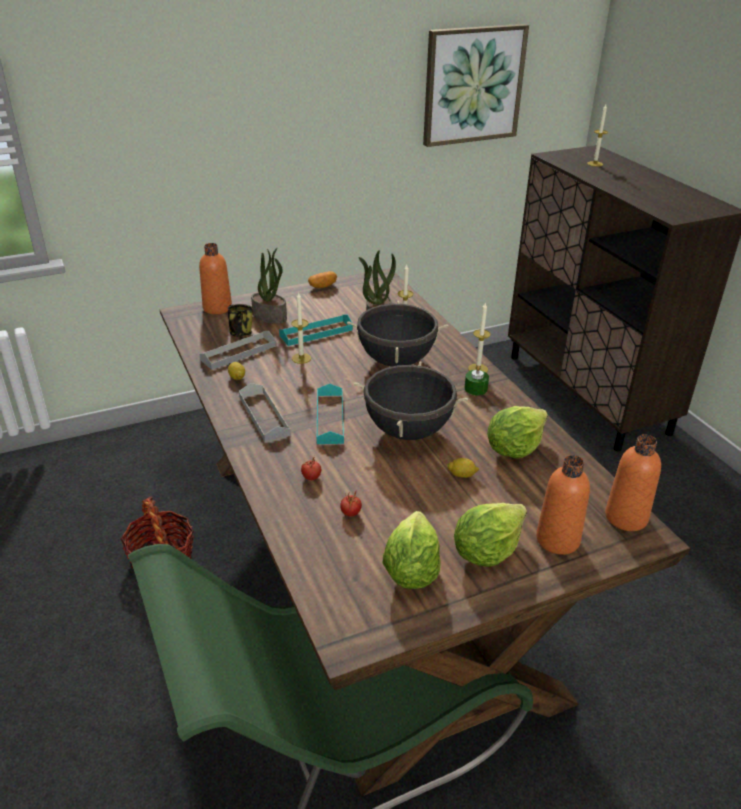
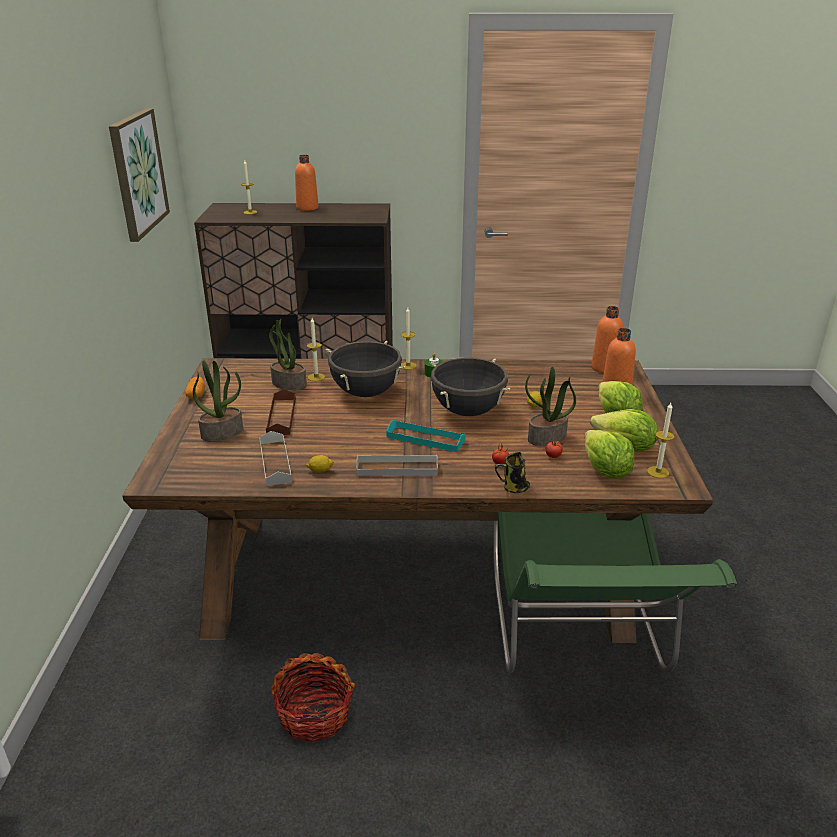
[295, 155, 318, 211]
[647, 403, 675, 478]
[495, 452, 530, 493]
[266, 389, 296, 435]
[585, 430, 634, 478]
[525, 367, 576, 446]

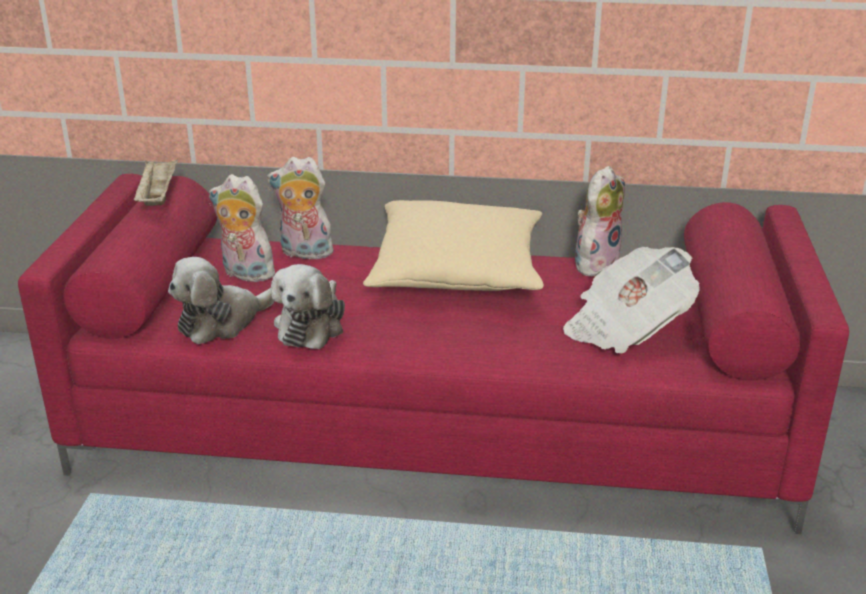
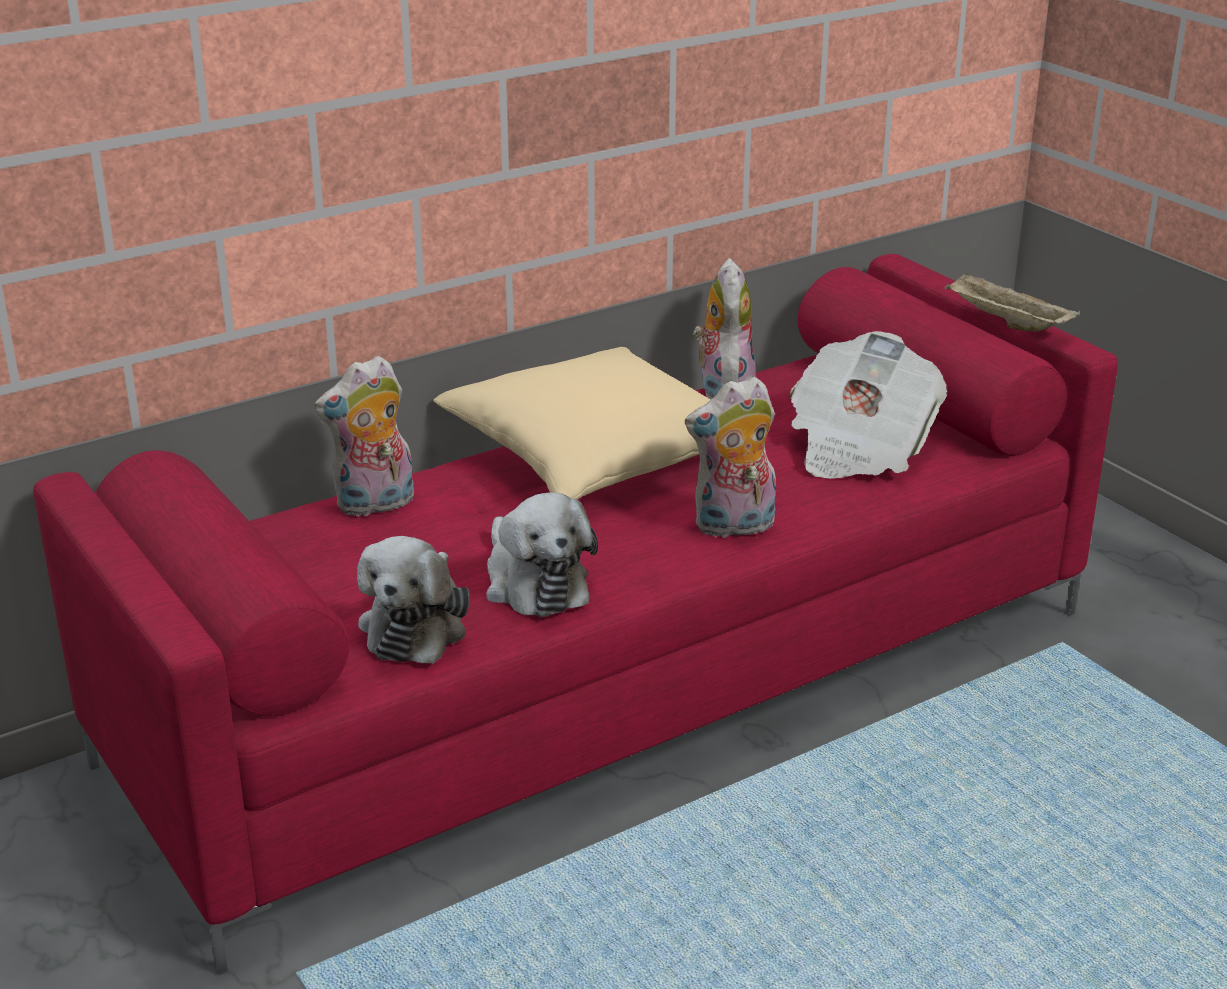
[945, 272, 1080, 332]
[685, 376, 776, 538]

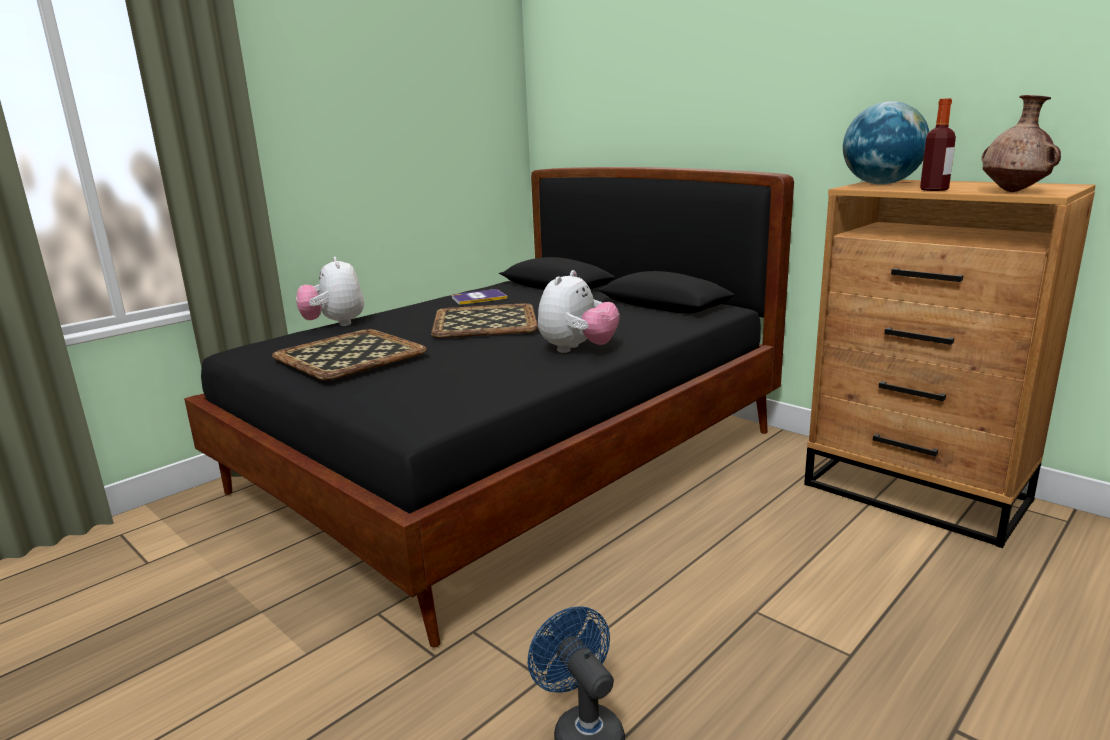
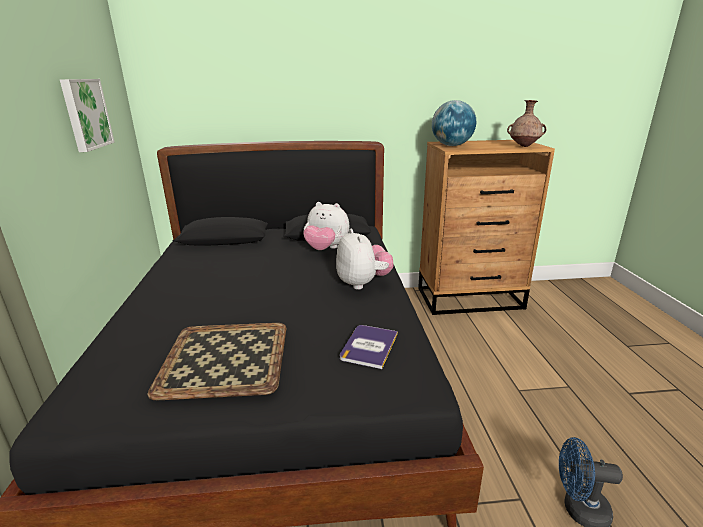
[920, 98, 956, 191] (first image)
[303, 202, 349, 250]
[340, 325, 398, 369]
[431, 303, 538, 338] (first image)
[60, 79, 114, 152]

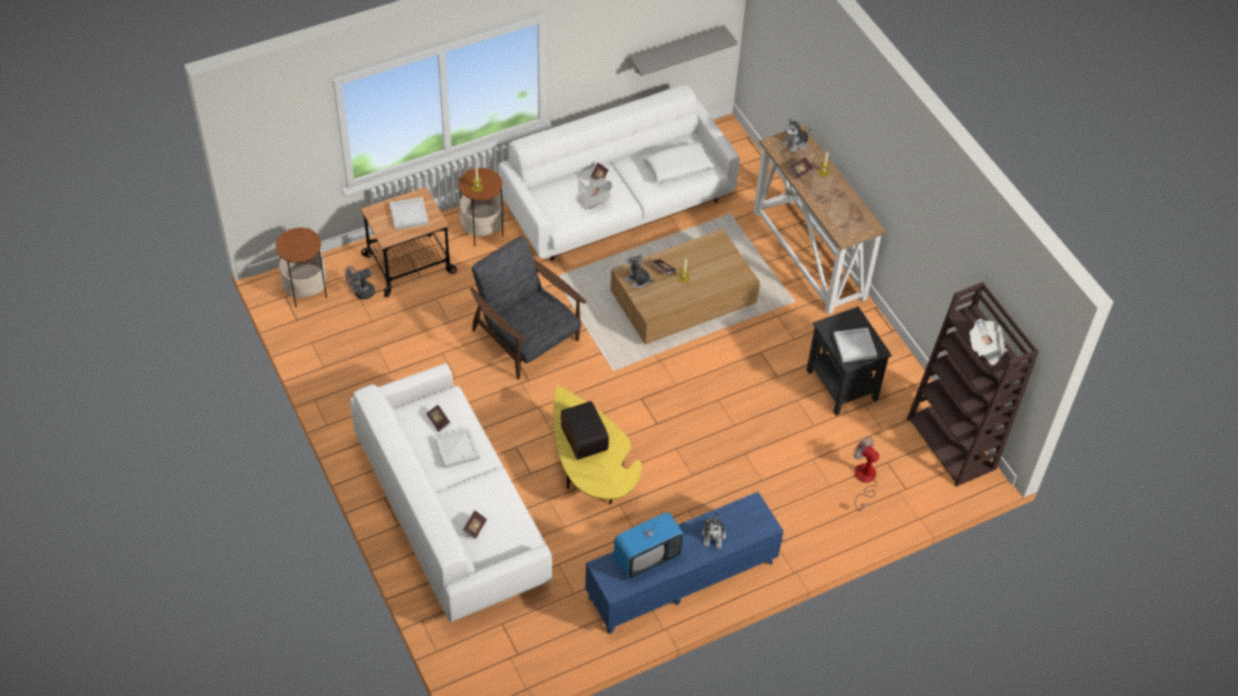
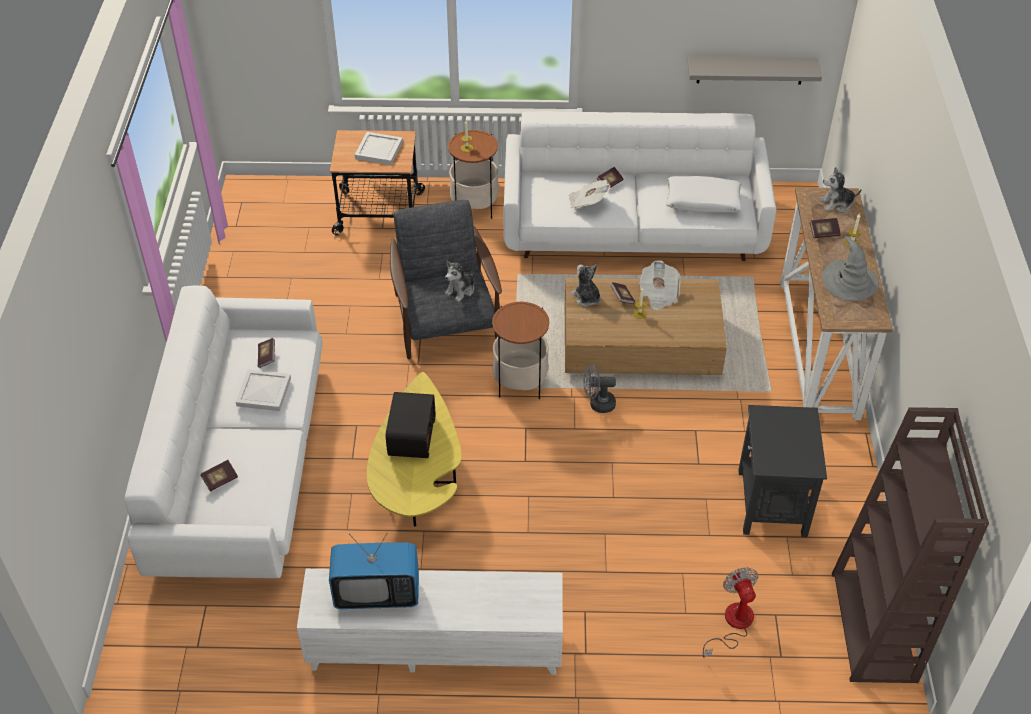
[492, 302, 549, 399]
[583, 365, 616, 413]
[639, 260, 681, 310]
[834, 328, 877, 362] (first image)
[297, 569, 563, 675]
[445, 261, 474, 302]
[822, 236, 879, 301]

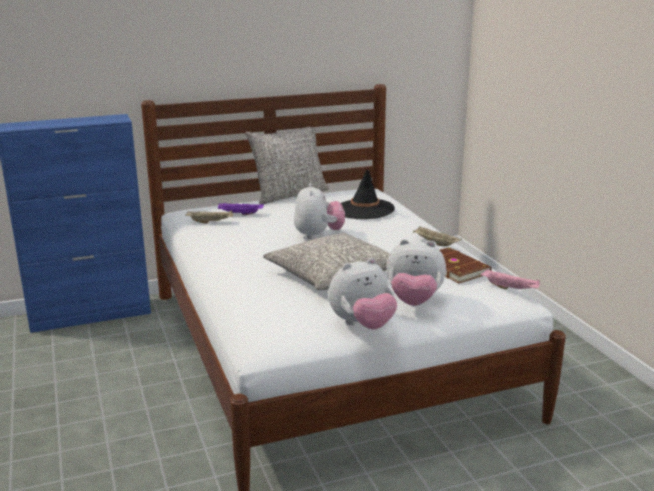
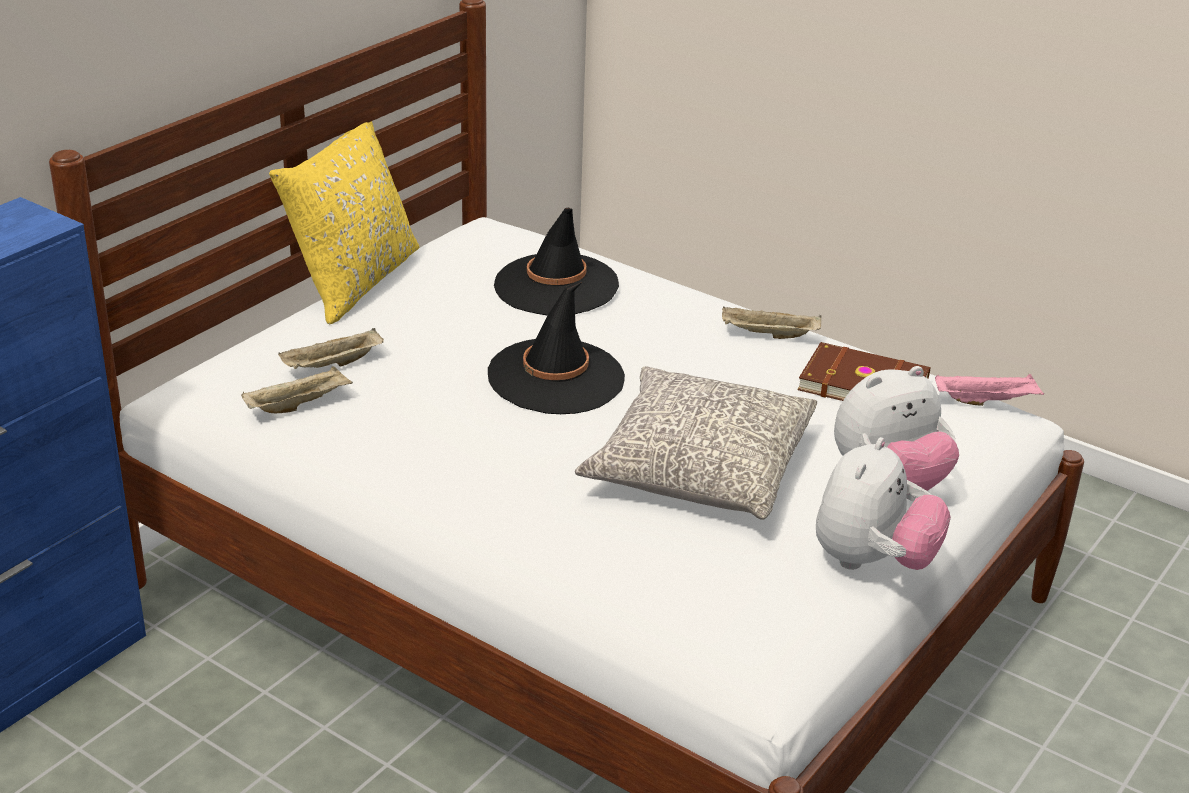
[269, 121, 419, 324]
[488, 282, 625, 414]
[278, 328, 384, 369]

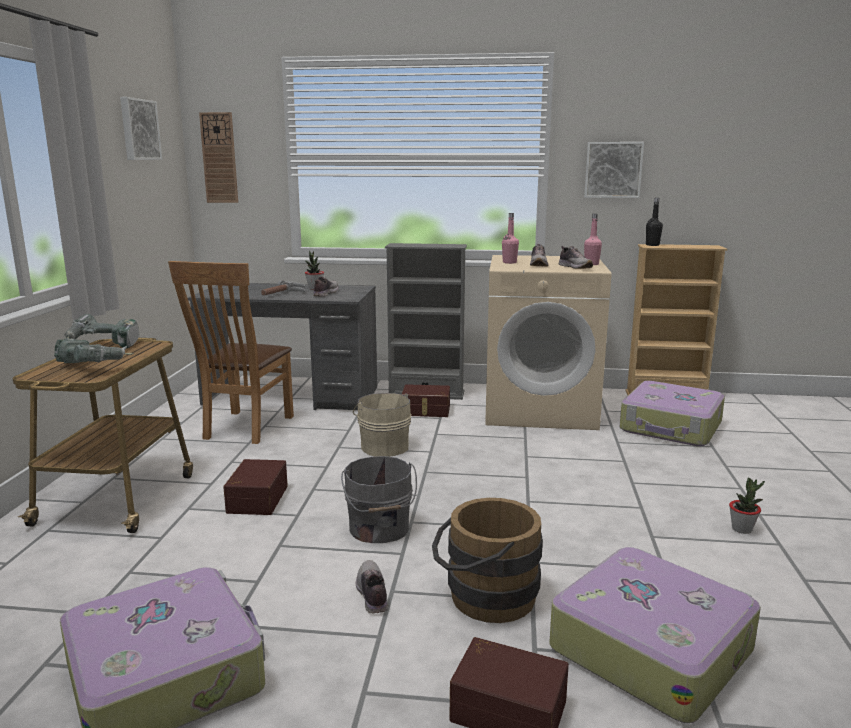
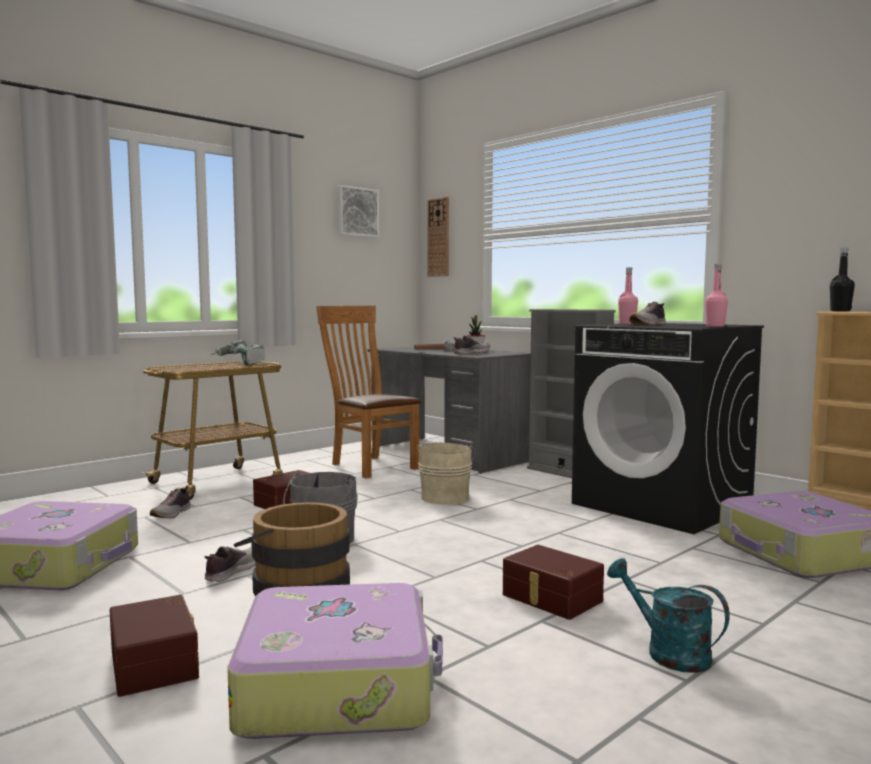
[584, 142, 644, 198] (first image)
[150, 486, 191, 518]
[572, 323, 764, 534]
[316, 306, 422, 478]
[54, 338, 134, 363] (first image)
[503, 545, 604, 620]
[607, 558, 730, 673]

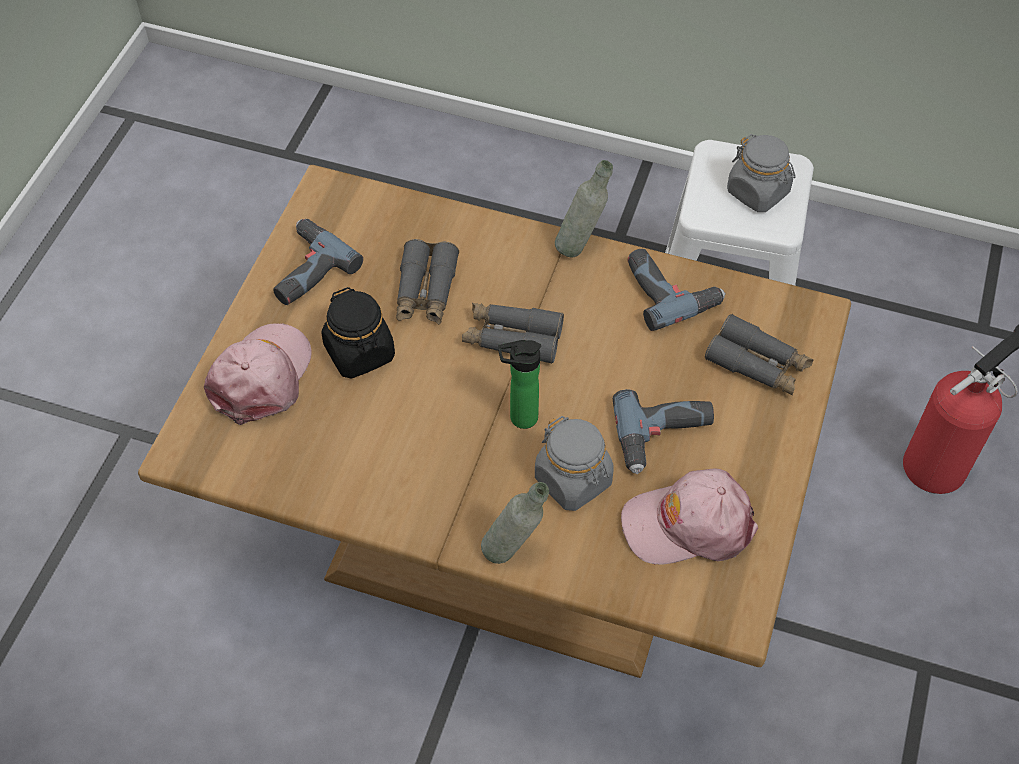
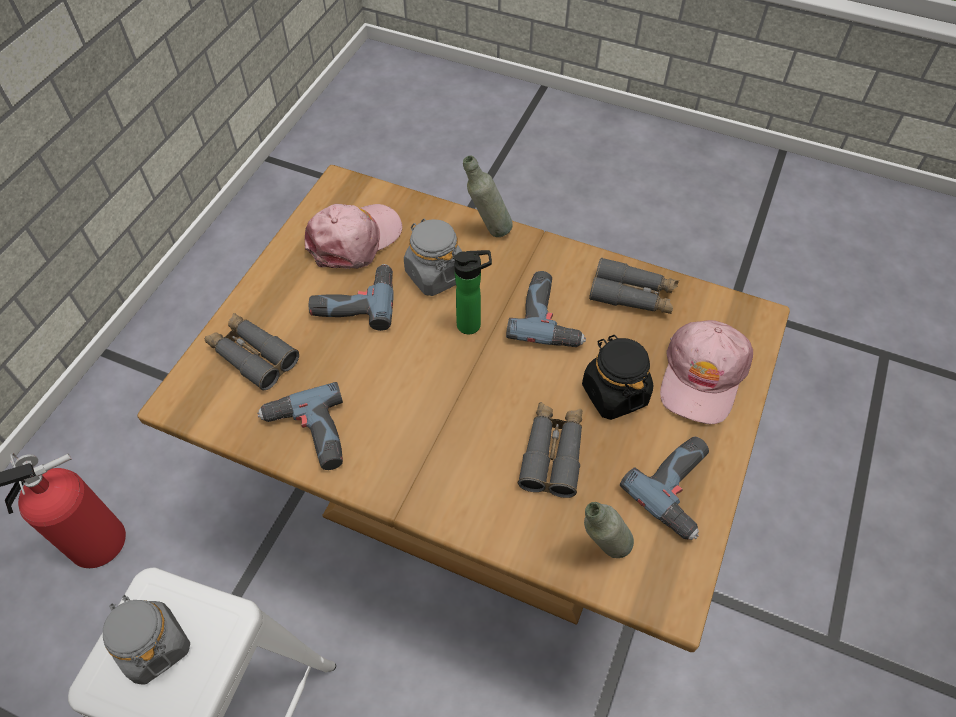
[584, 502, 634, 558]
[589, 258, 679, 314]
[305, 204, 402, 269]
[506, 271, 586, 347]

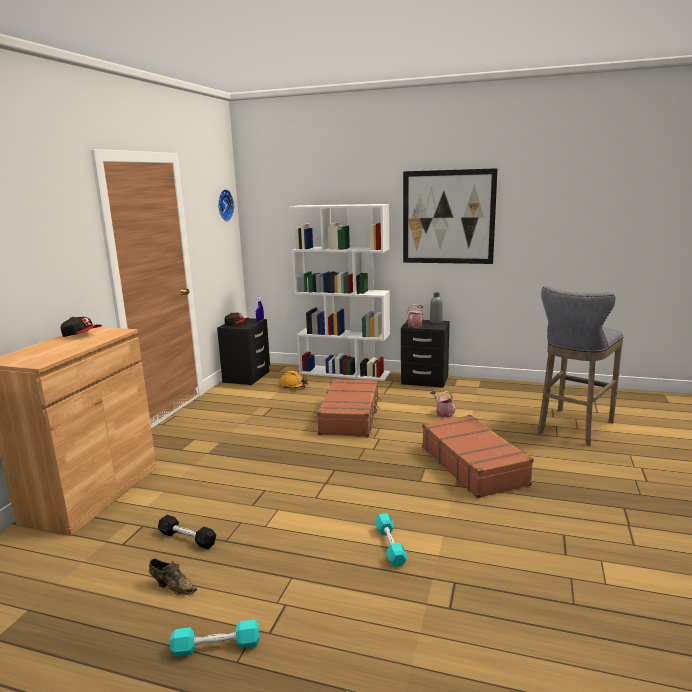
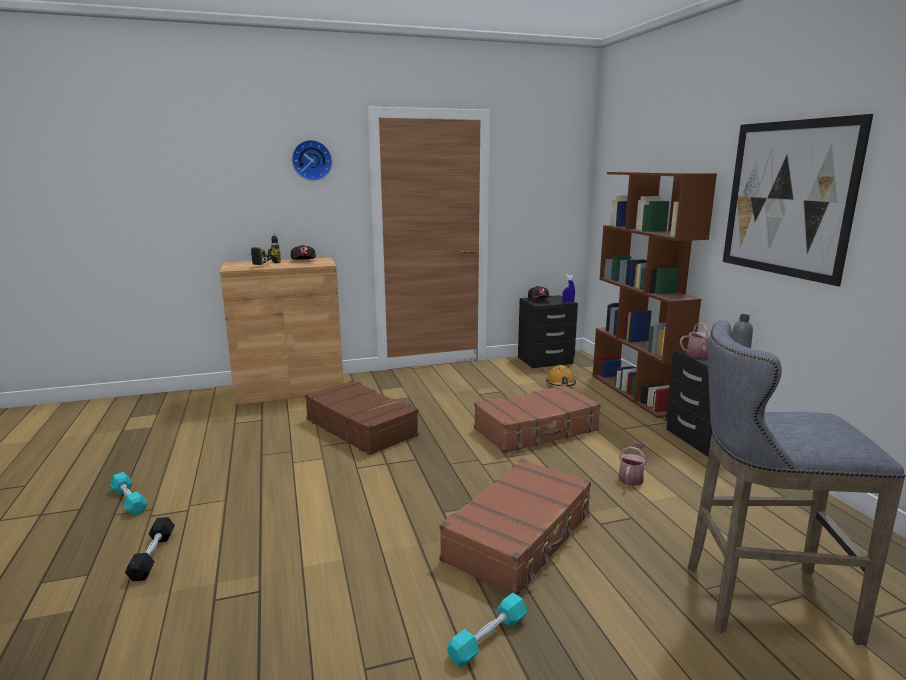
[292, 140, 332, 181]
[593, 172, 717, 418]
[447, 593, 527, 667]
[125, 517, 175, 581]
[149, 558, 197, 595] (first image)
[250, 233, 281, 265]
[305, 380, 419, 455]

